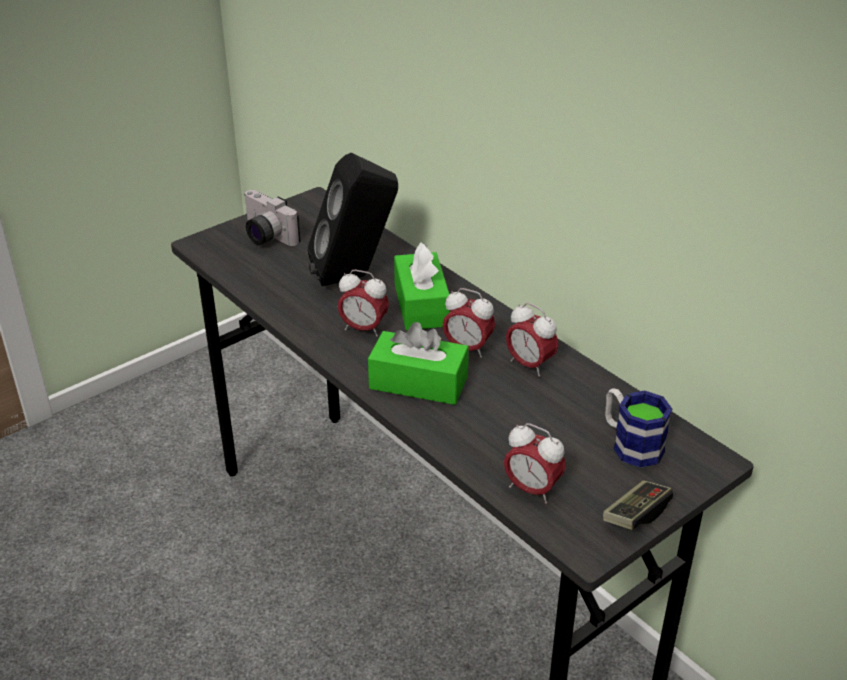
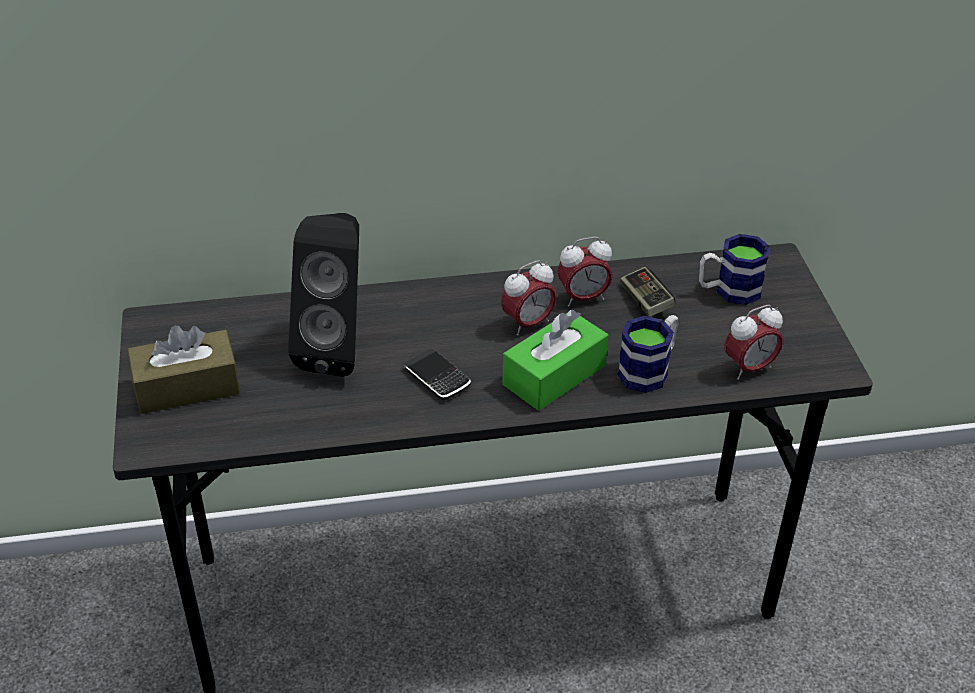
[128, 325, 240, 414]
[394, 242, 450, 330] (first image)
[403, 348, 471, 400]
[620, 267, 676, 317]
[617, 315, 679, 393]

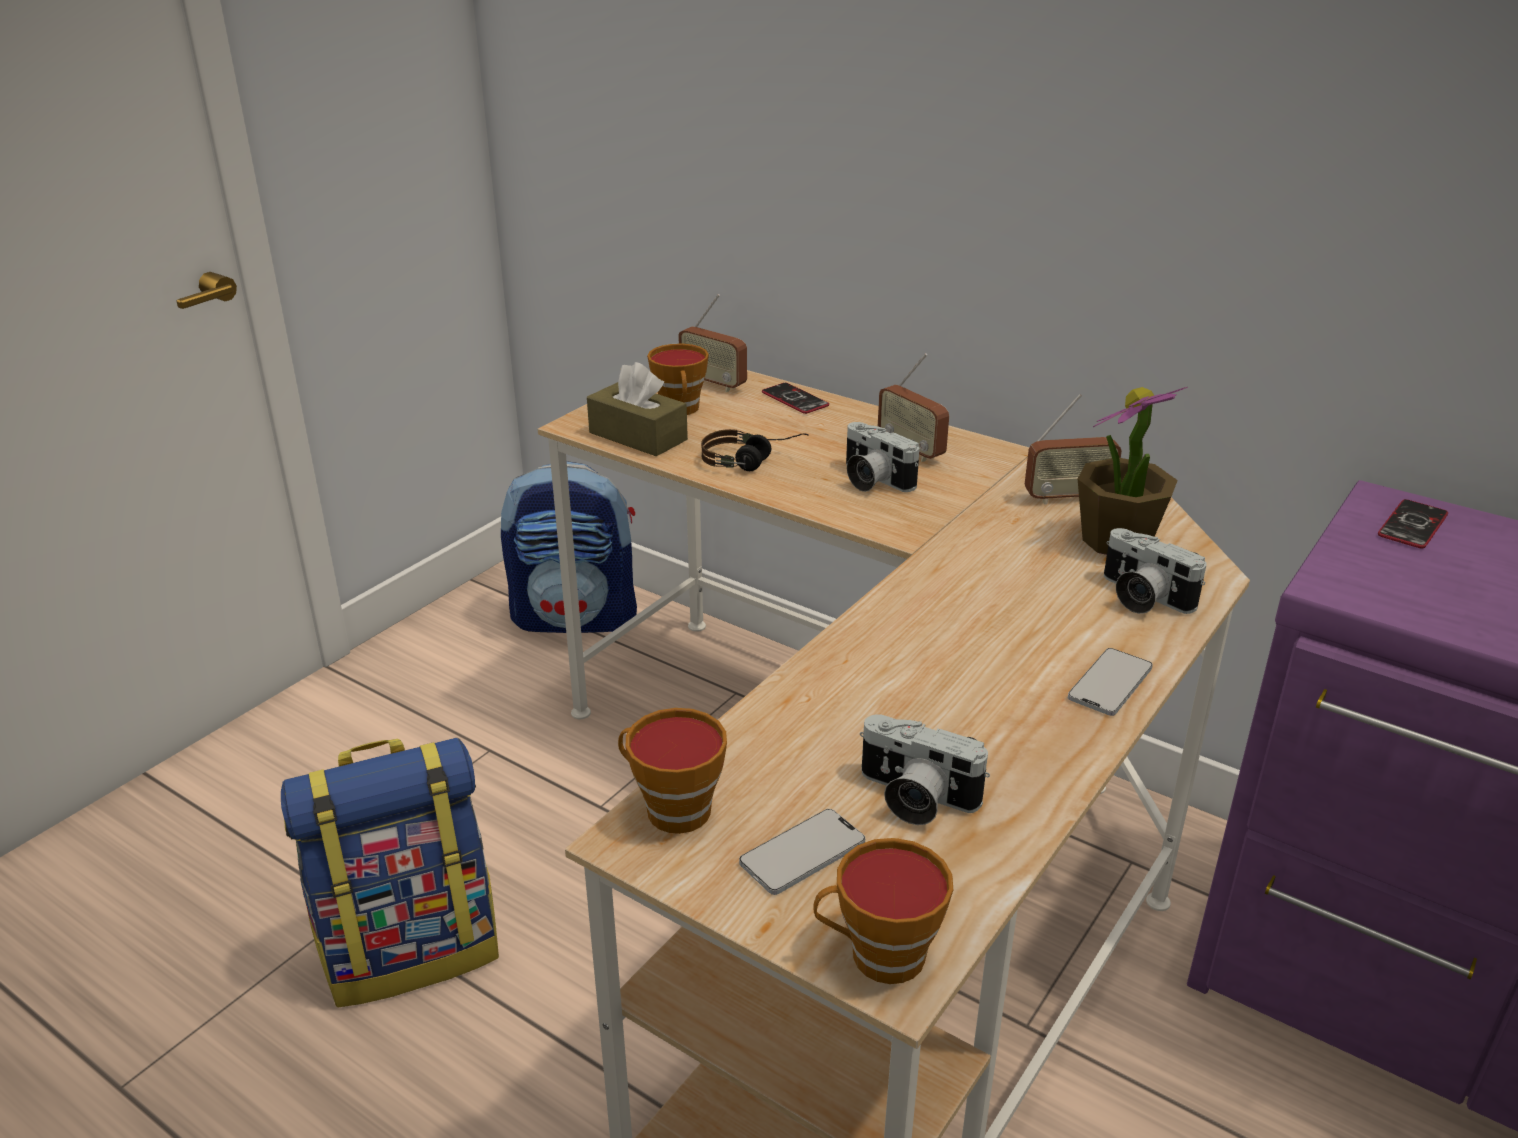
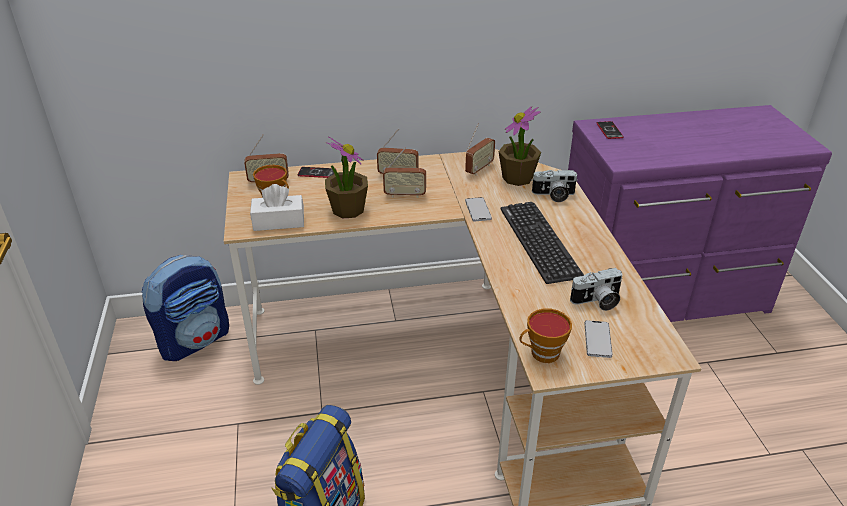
[250, 184, 304, 231]
[383, 147, 426, 198]
[325, 136, 368, 218]
[465, 197, 492, 221]
[813, 838, 953, 984] (first image)
[500, 202, 584, 284]

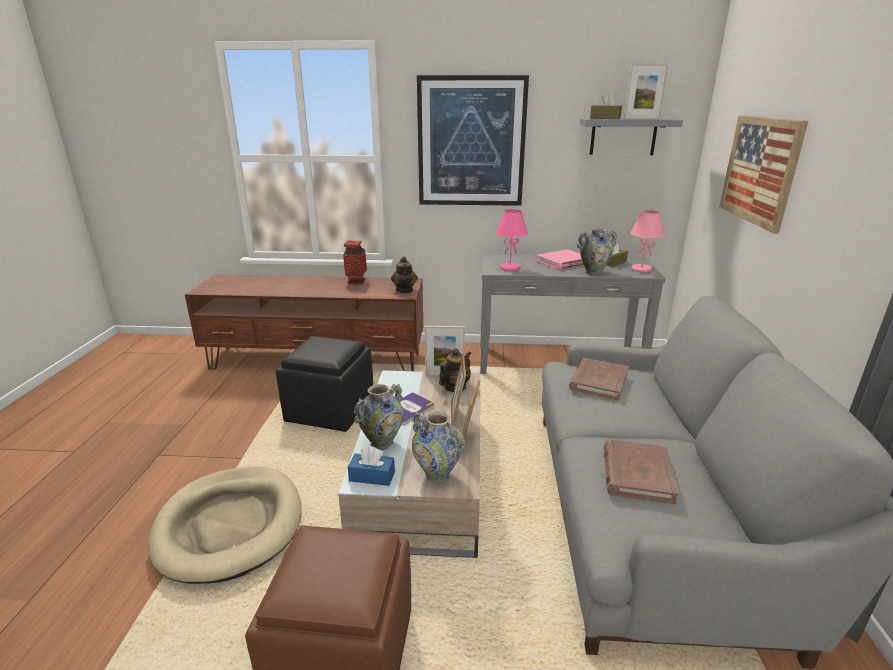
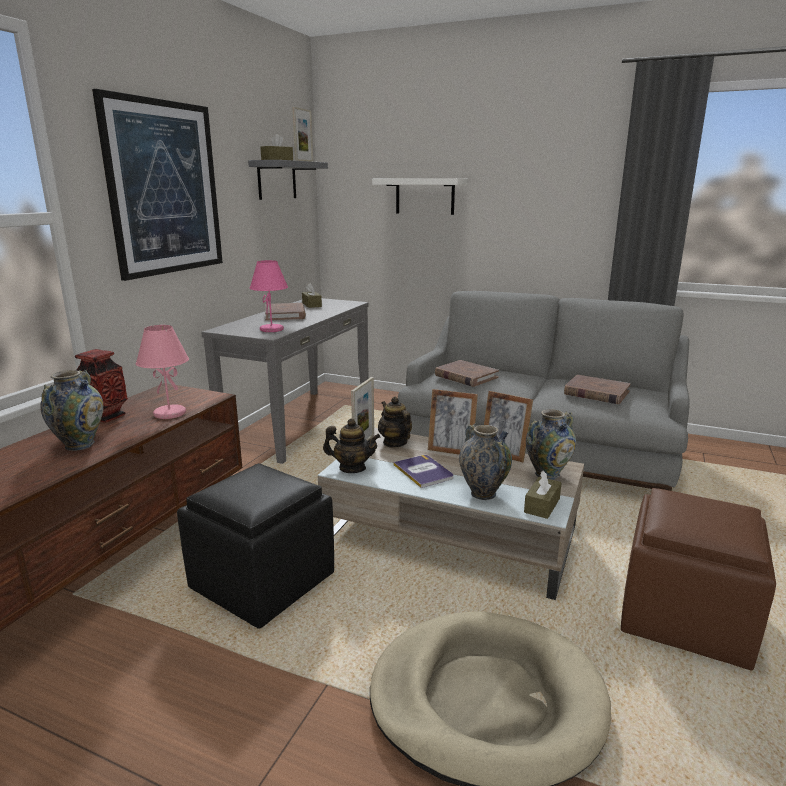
[372, 178, 468, 215]
[136, 325, 189, 419]
[40, 370, 104, 451]
[265, 303, 306, 321]
[323, 418, 380, 473]
[524, 470, 562, 519]

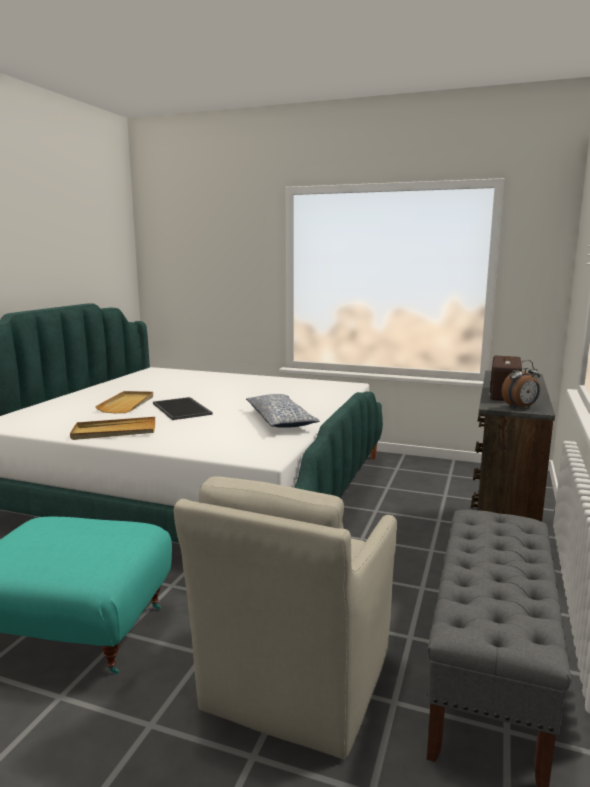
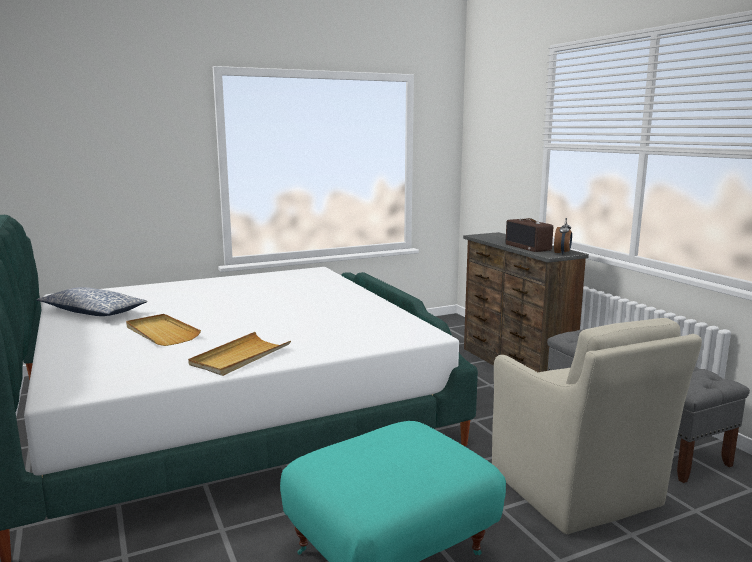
[37, 287, 148, 316]
[153, 397, 213, 420] (first image)

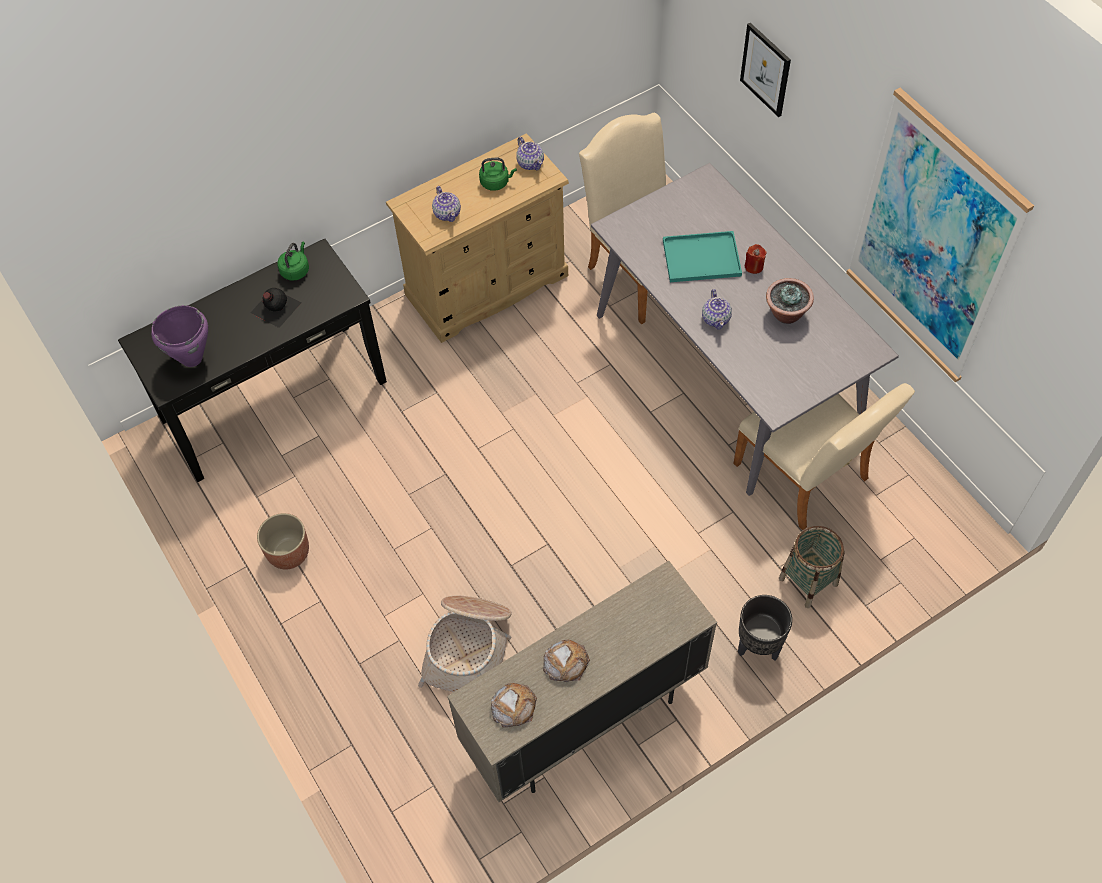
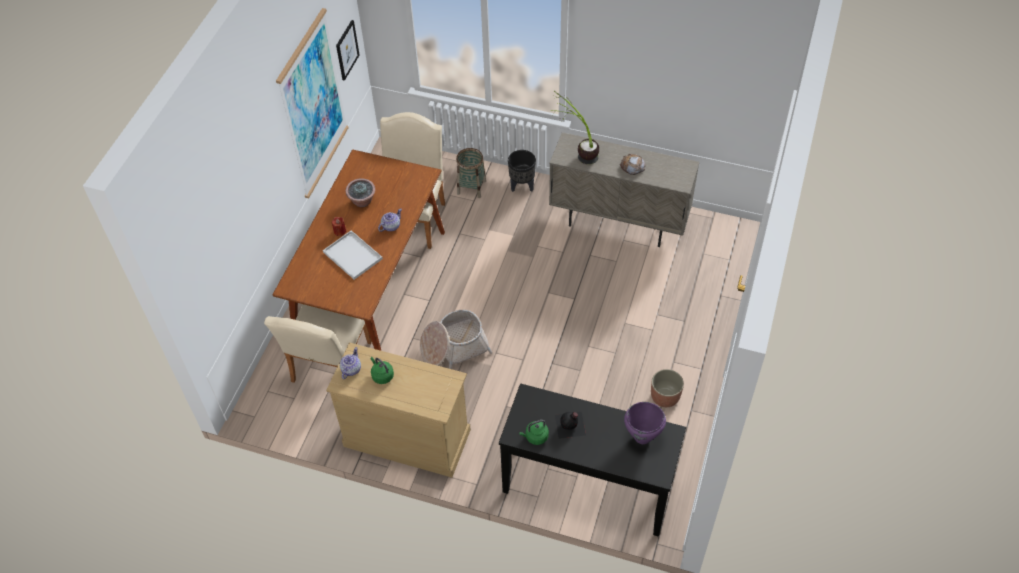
[336, 20, 359, 81]
[272, 149, 445, 351]
[432, 186, 461, 222] (first image)
[323, 230, 383, 280]
[420, 310, 492, 369]
[491, 683, 537, 728] (first image)
[551, 91, 599, 164]

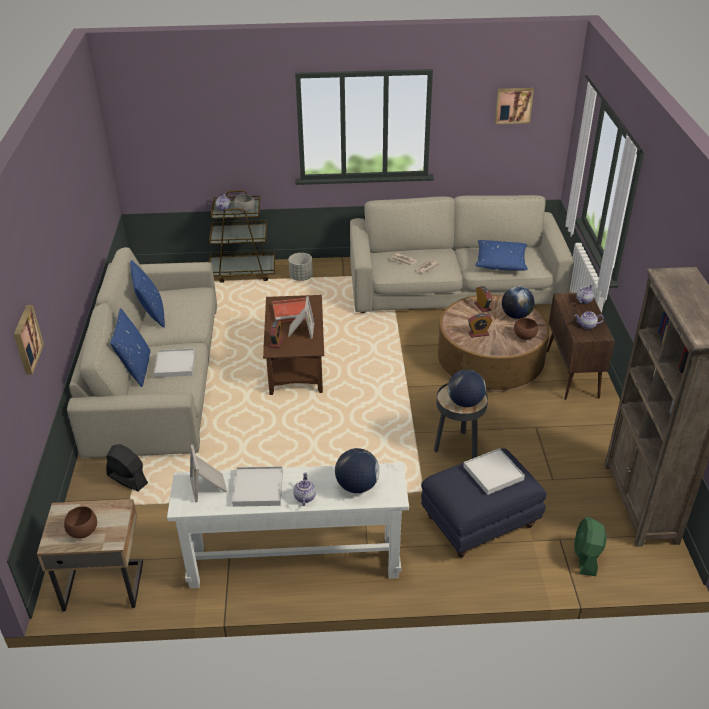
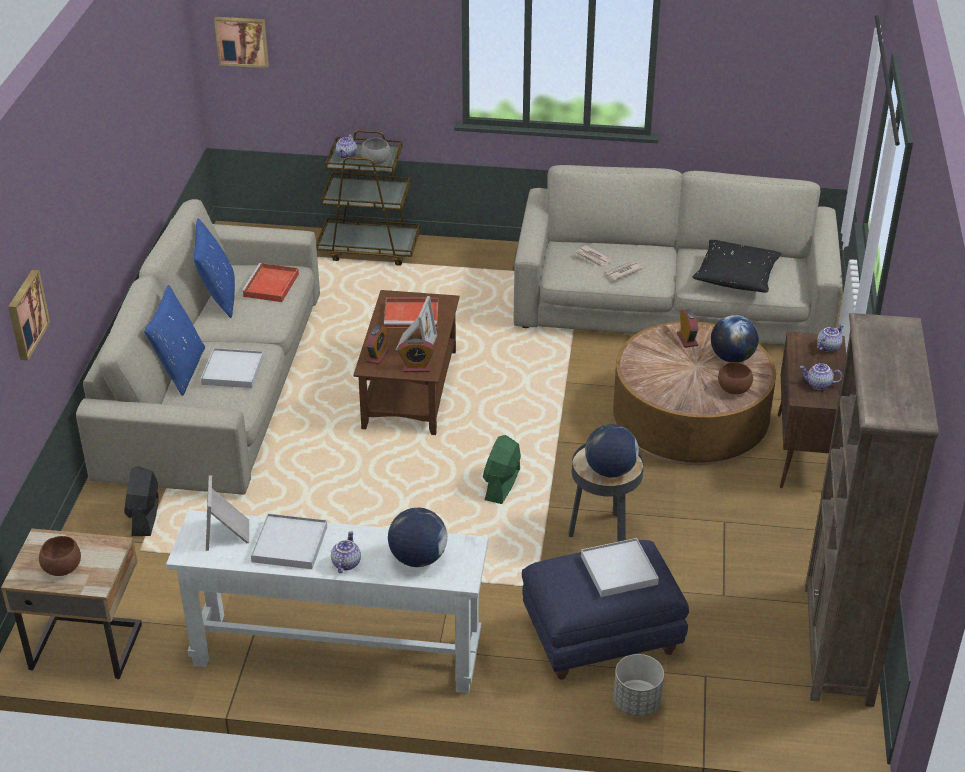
[214, 17, 269, 68]
[692, 240, 782, 293]
[614, 654, 664, 716]
[398, 339, 434, 372]
[124, 466, 159, 536]
[483, 435, 521, 504]
[241, 263, 299, 302]

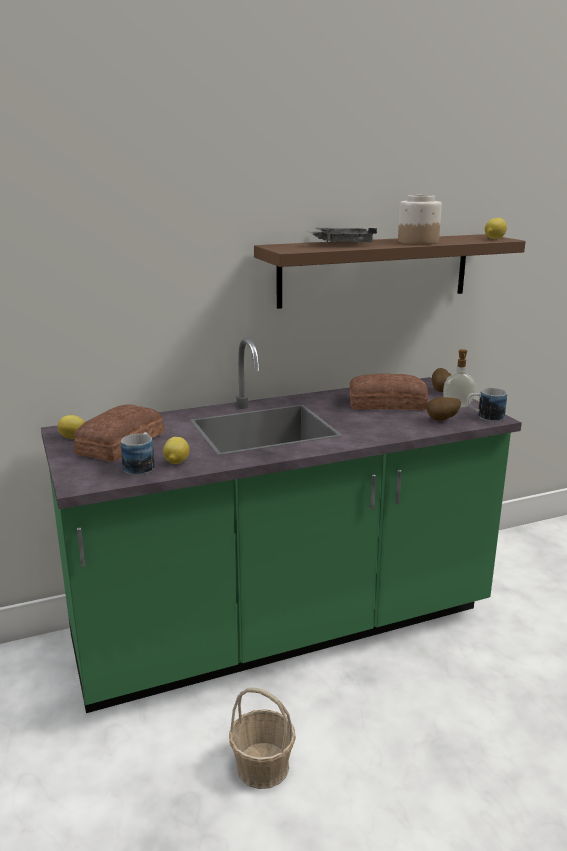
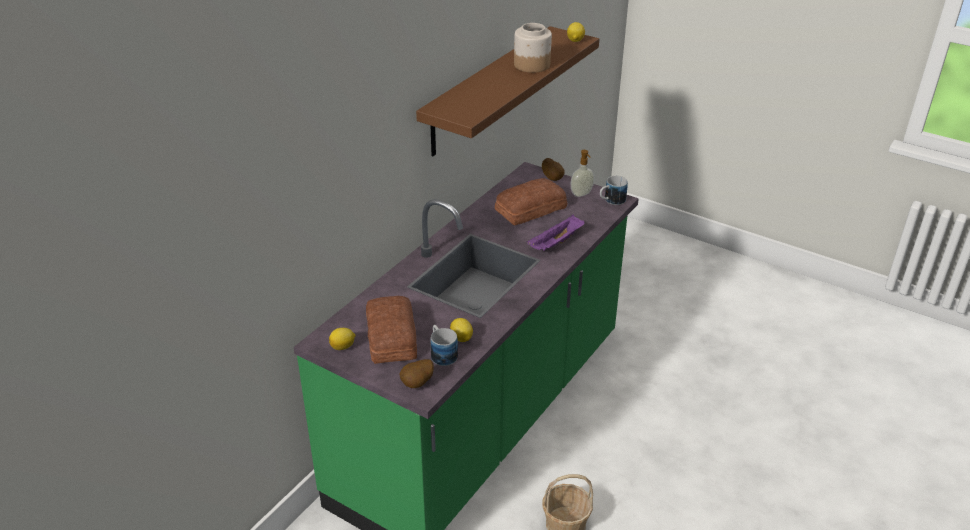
[307, 228, 377, 242] (first image)
[399, 359, 434, 388]
[527, 215, 585, 251]

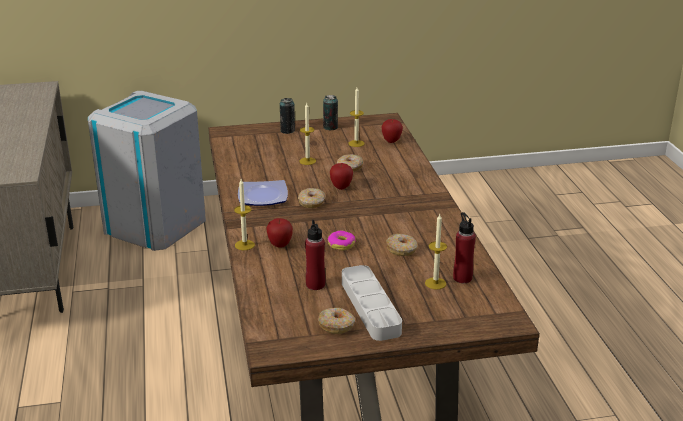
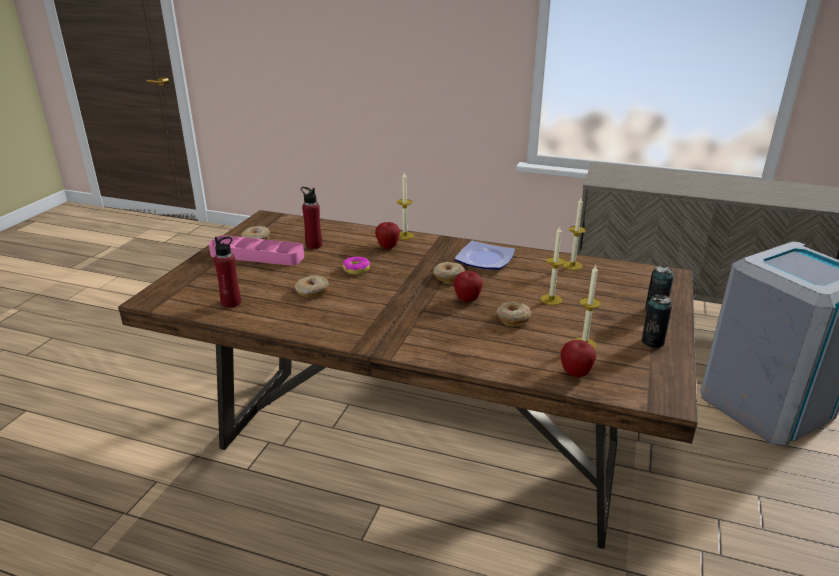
[563, 198, 586, 270]
[209, 235, 304, 266]

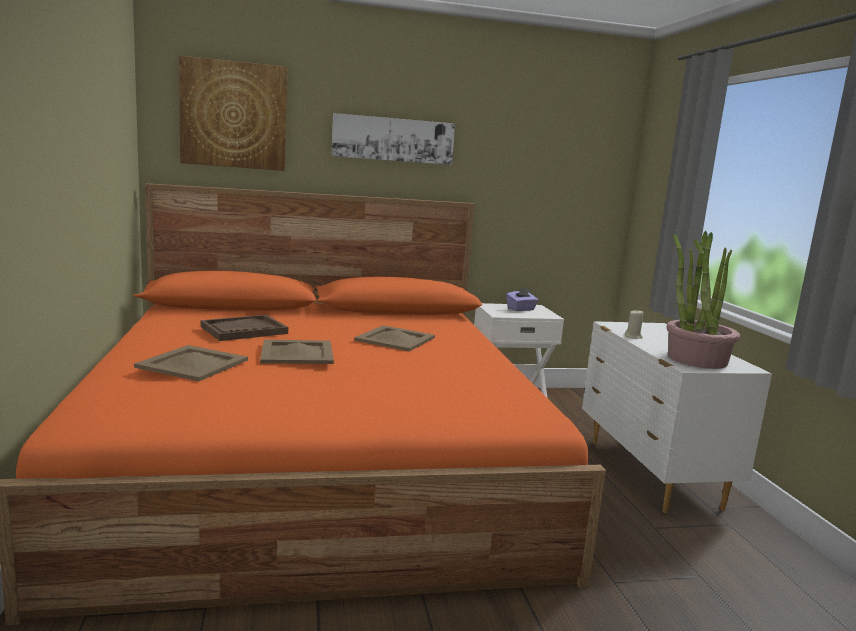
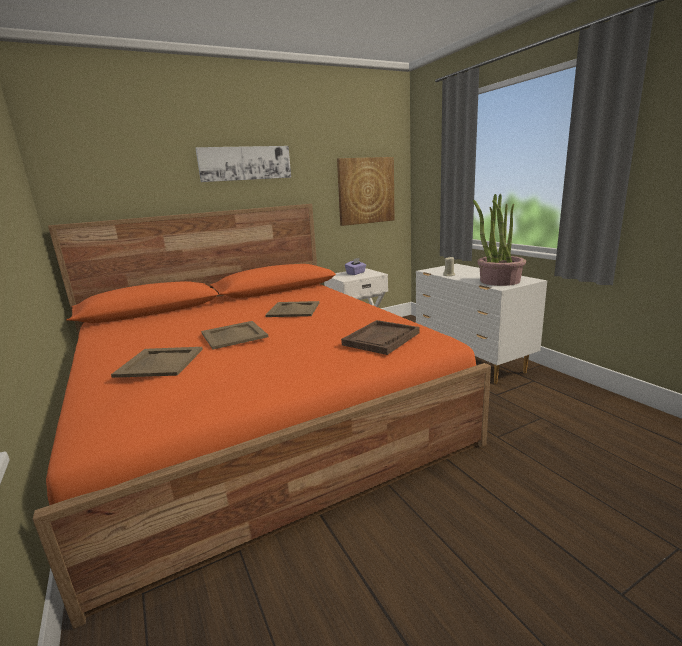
[337, 157, 394, 226]
[341, 320, 419, 355]

